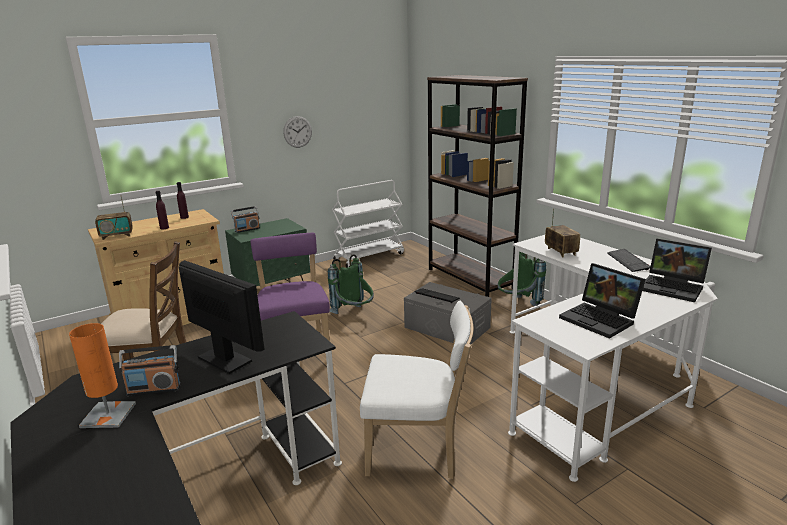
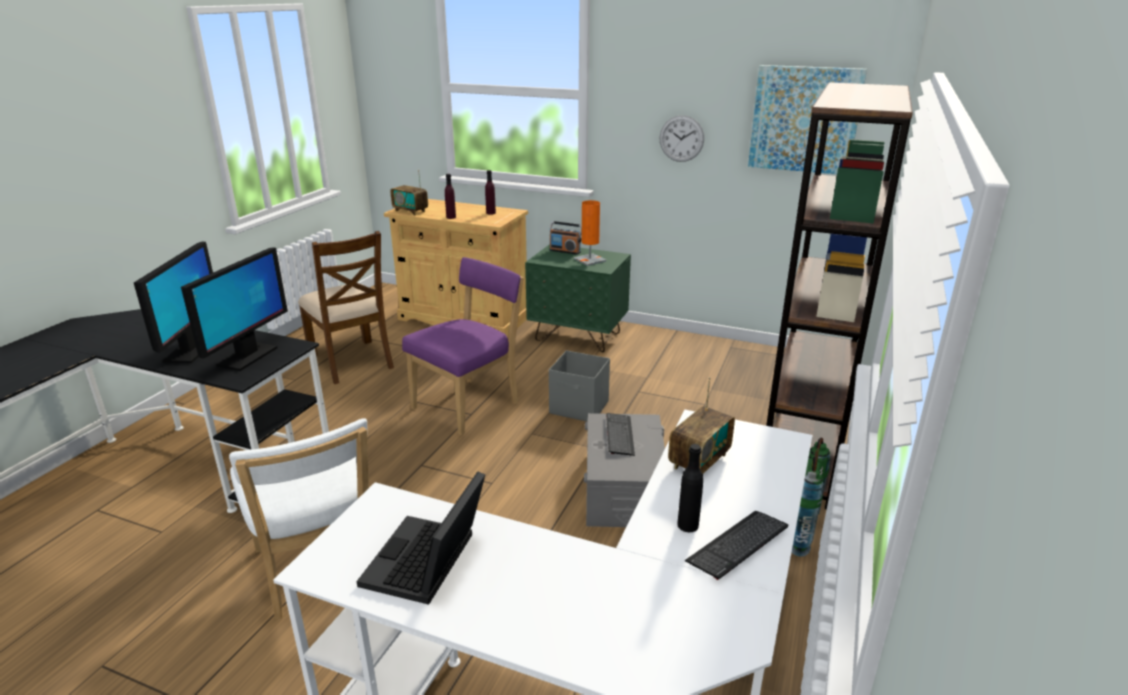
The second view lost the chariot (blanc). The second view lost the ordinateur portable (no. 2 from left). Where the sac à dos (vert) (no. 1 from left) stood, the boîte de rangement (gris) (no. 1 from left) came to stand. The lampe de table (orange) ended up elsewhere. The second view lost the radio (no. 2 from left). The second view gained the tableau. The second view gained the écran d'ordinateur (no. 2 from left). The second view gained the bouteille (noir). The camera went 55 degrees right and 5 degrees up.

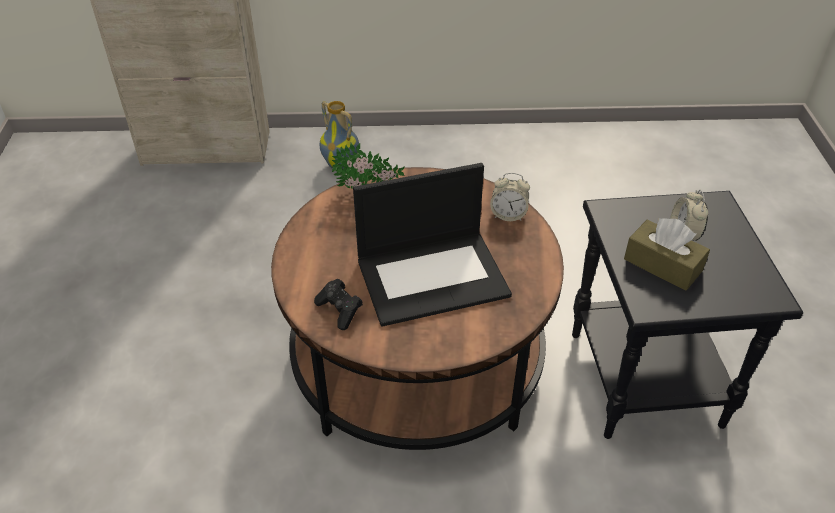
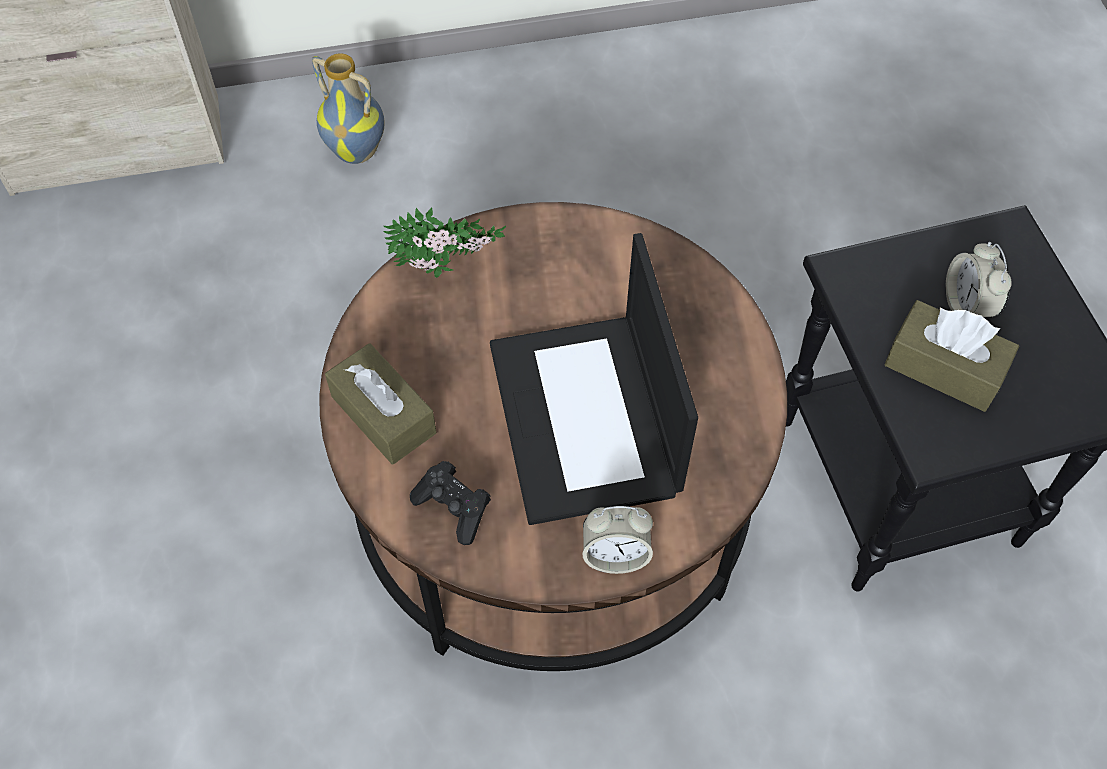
The ordinateur portable ended up facing another way, 105 degrees clockwise from before. The réveil (no. 1 from left) ended up elsewhere. The second view gained the boîte à mouchoirs (marron) (no. 1 from left). The camera went 10 degrees left and 15 degrees up.

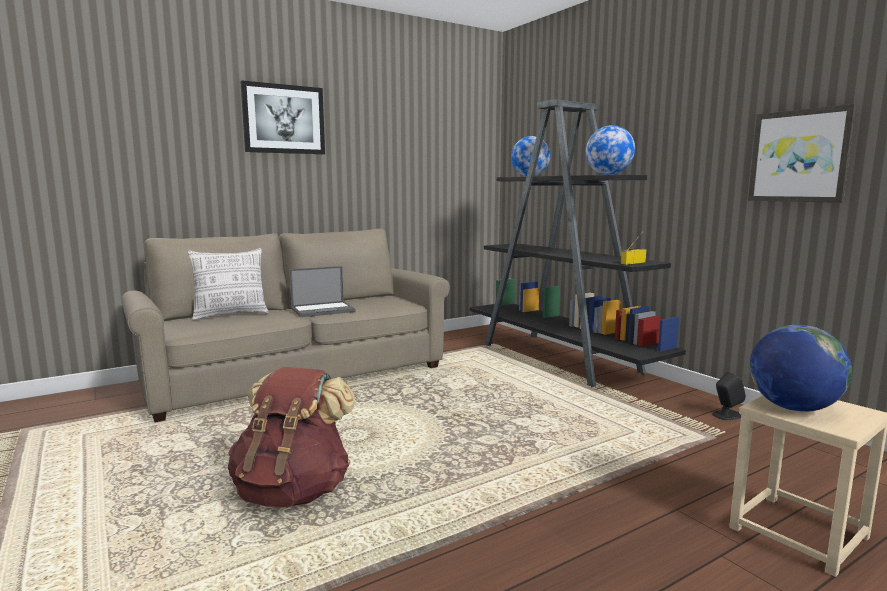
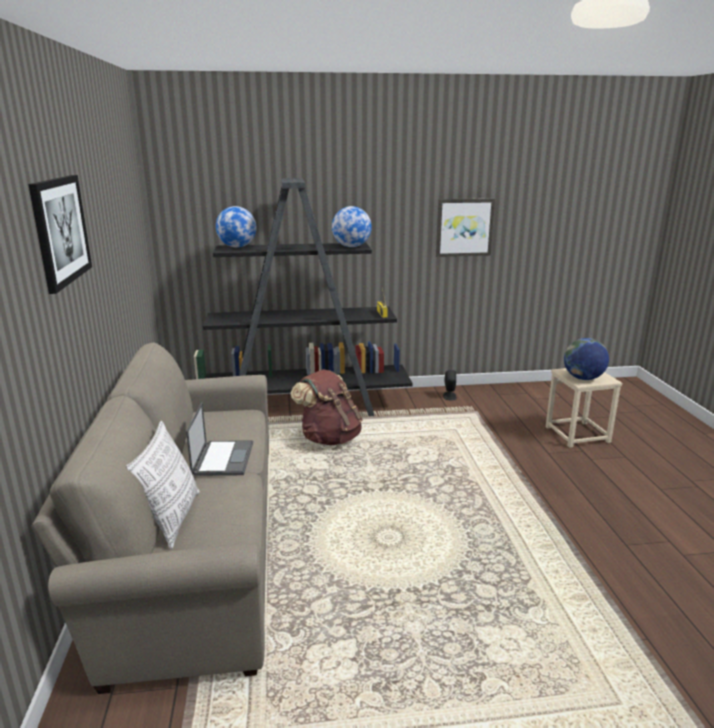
The sac à dos (marron) ended up elsewhere. The camera went 65 degrees left and 10 degrees up.

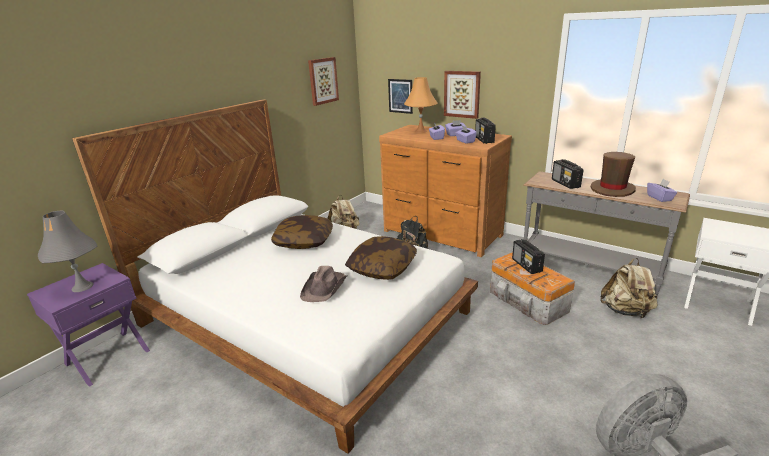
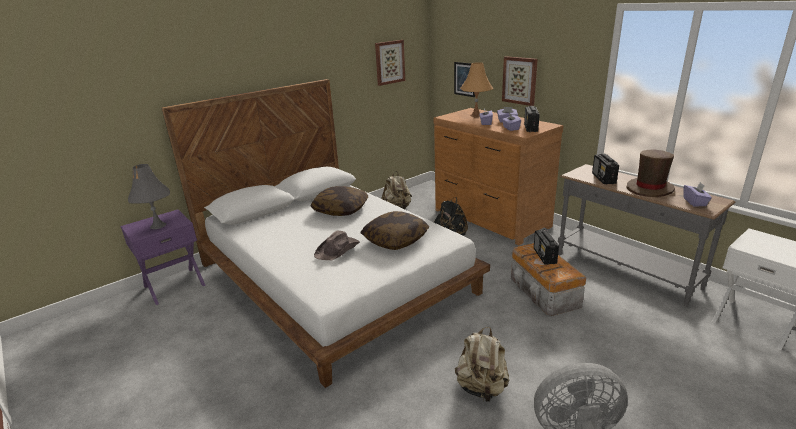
The sac à dos (beige) (no. 2 from left) ended up elsewhere. The camera went 15 degrees right and 0 degrees up.

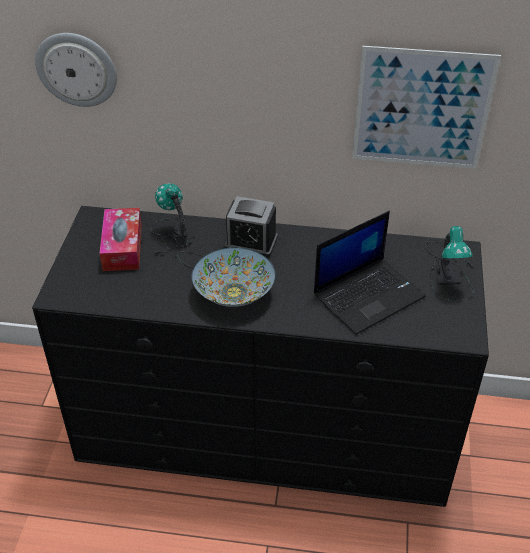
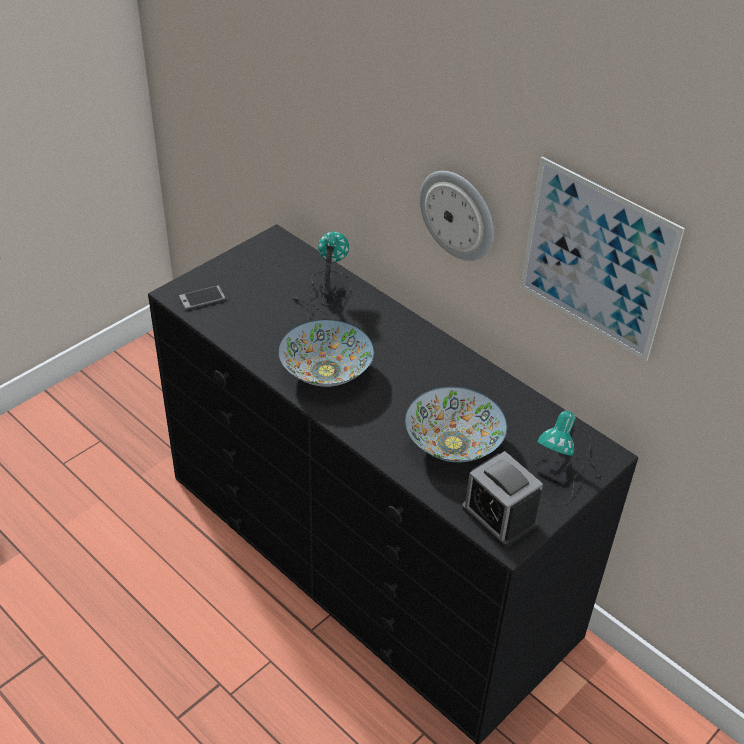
The horloge murale ended up elsewhere. The réveil ended up elsewhere. The second view lost the boîte à mouchoirs. Where the ordinateur portable stood, the bol (no. 2 from left) came to stand. The second view gained the téléphone. The camera went 35 degrees right and 0 degrees up.

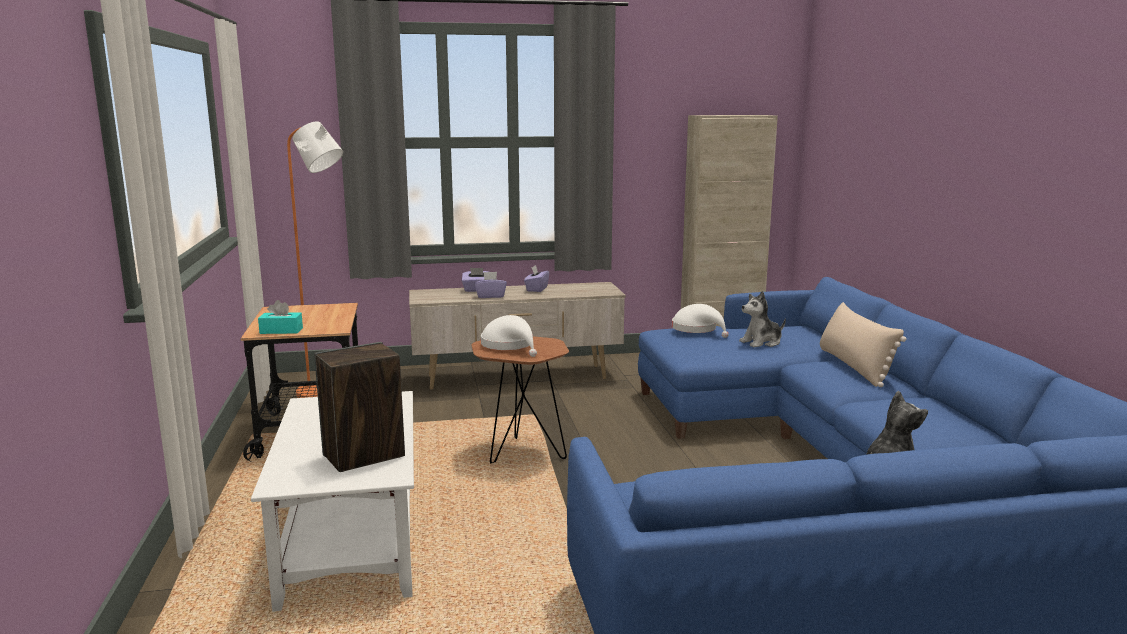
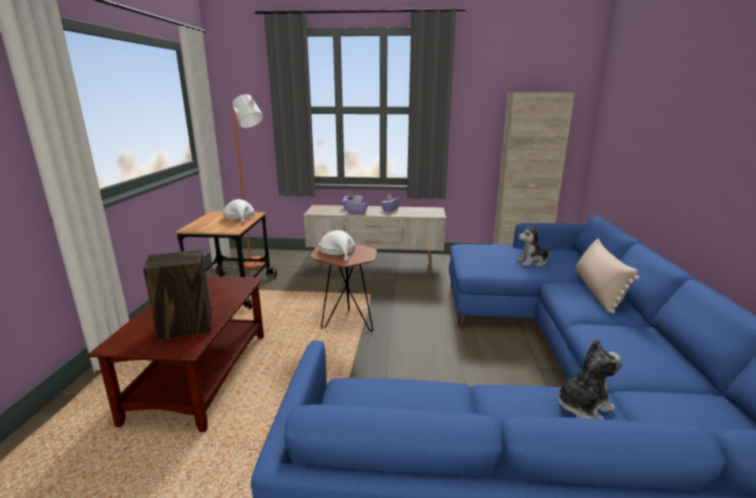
The second view lost the boîte à mouchoirs (turquoise). The chapeau (blanc) (no. 2 from left in the first image) ended up elsewhere. What was the table basse (blanc) turned into the table basse (marron). The camera went 15 degrees right and 5 degrees up.

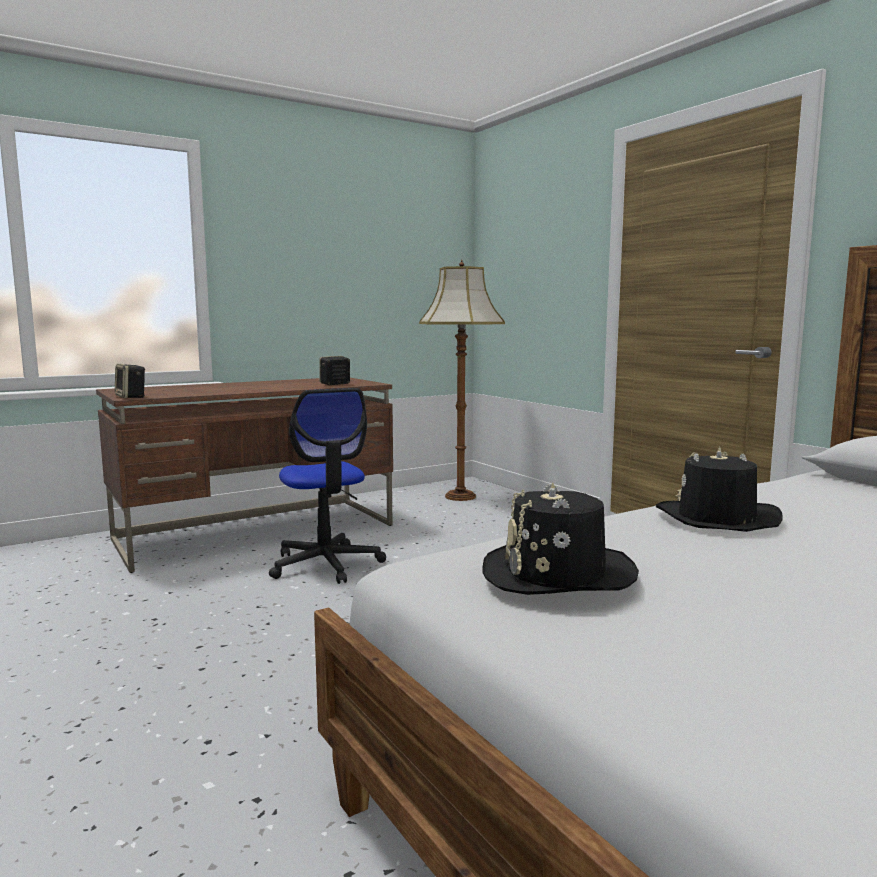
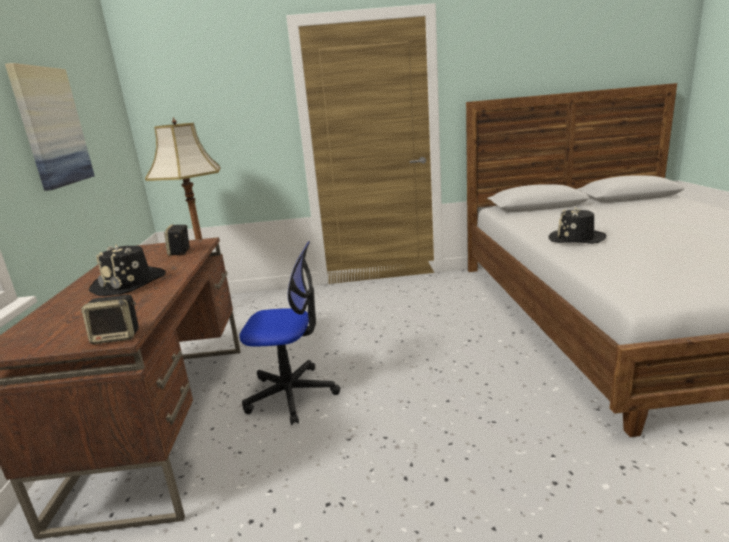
The chapeau (noir) (no. 1 from left) ended up elsewhere. The second view gained the tableau. The camera went 60 degrees left and 10 degrees up.

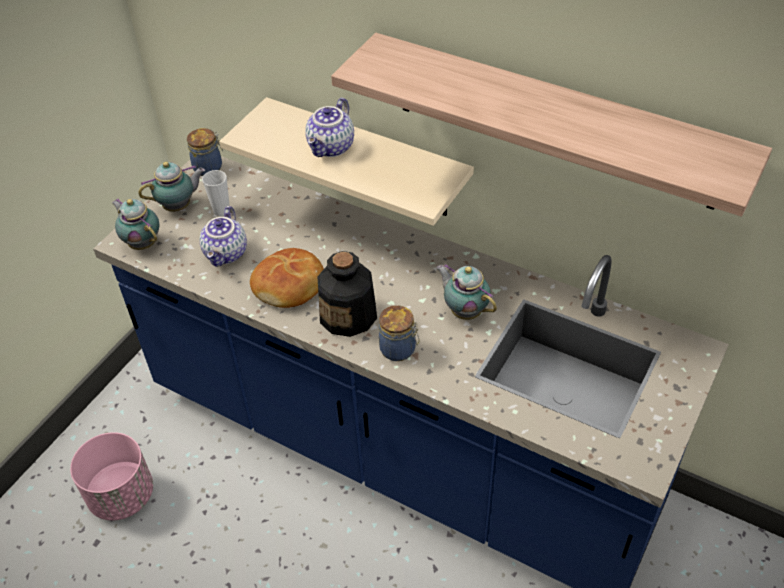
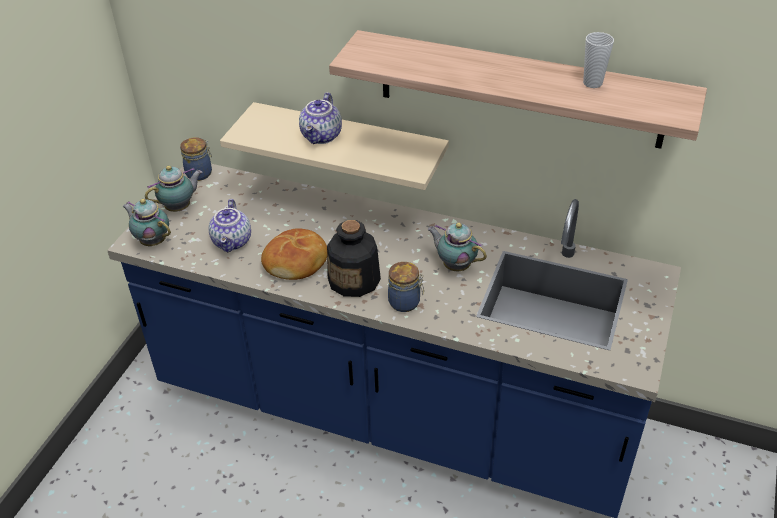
The tasse ended up elsewhere. The second view lost the cache-pot (rose). The camera went 10 degrees left and 5 degrees down.

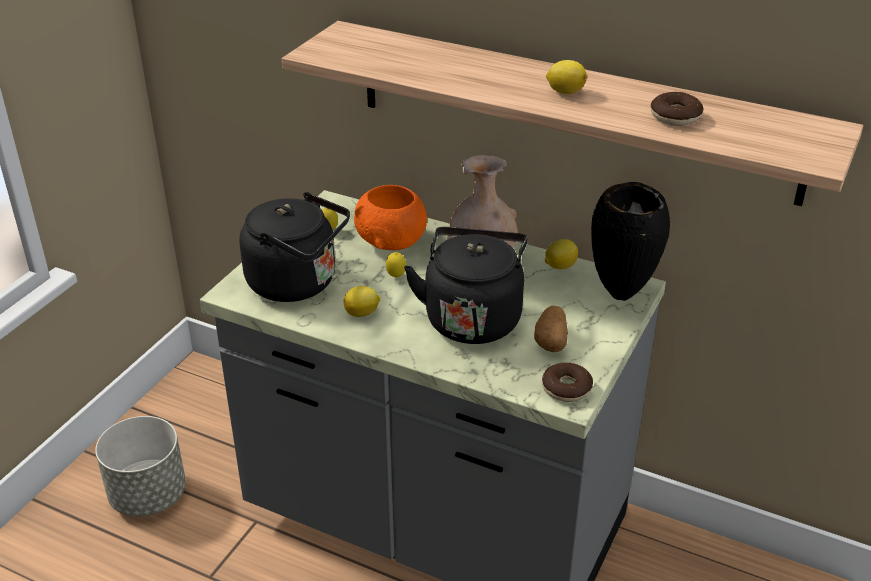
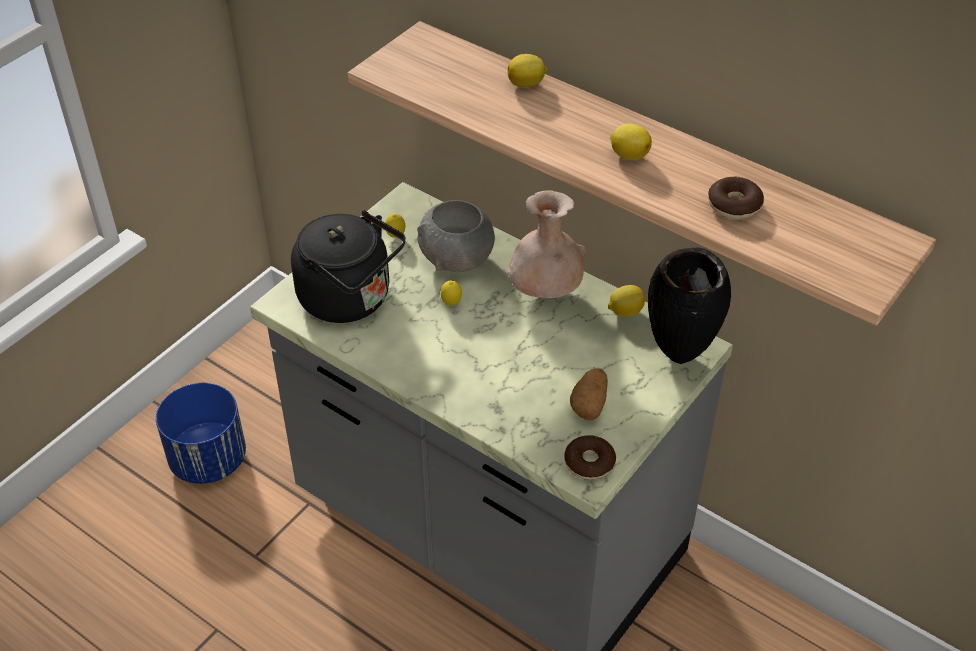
What was the bol (orange) turned into the bol (gris). The second view lost the bouilloire (noir) (no. 2 from left). The citron (no. 2 from left in the first image) ended up elsewhere. What was the cache-pot (gris) turned into the cache-pot (bleu). The camera went 10 degrees right and 10 degrees up.

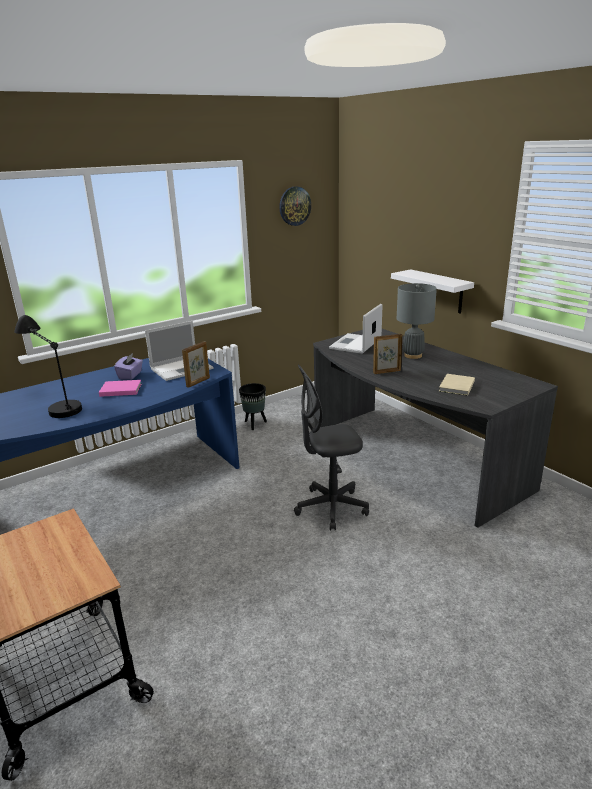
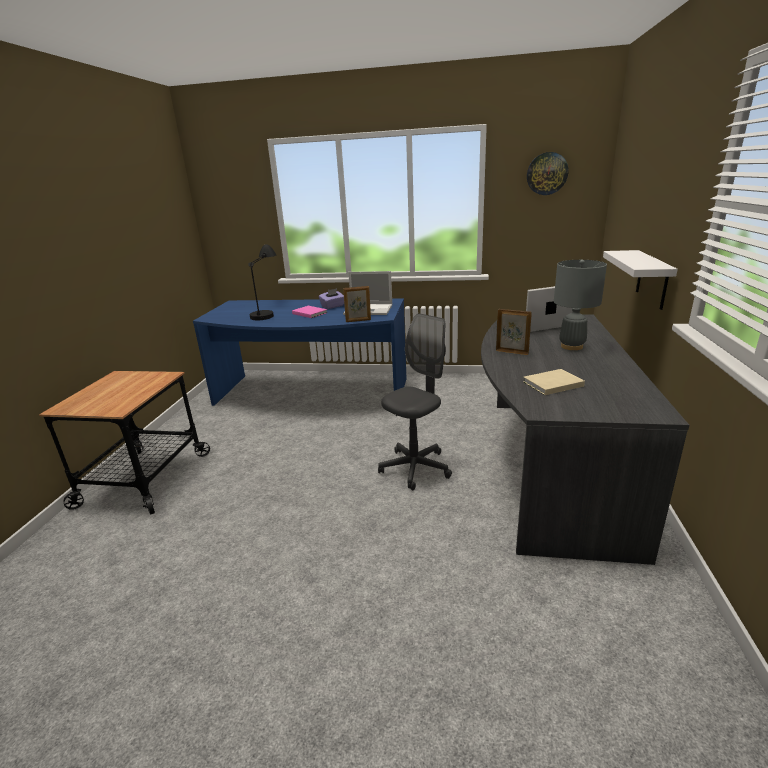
The chaise de bureau (gris) ended up facing another way, 105 degrees clockwise from before. The second view lost the cache-pot (noir). The camera went 45 degrees right and 0 degrees up.

